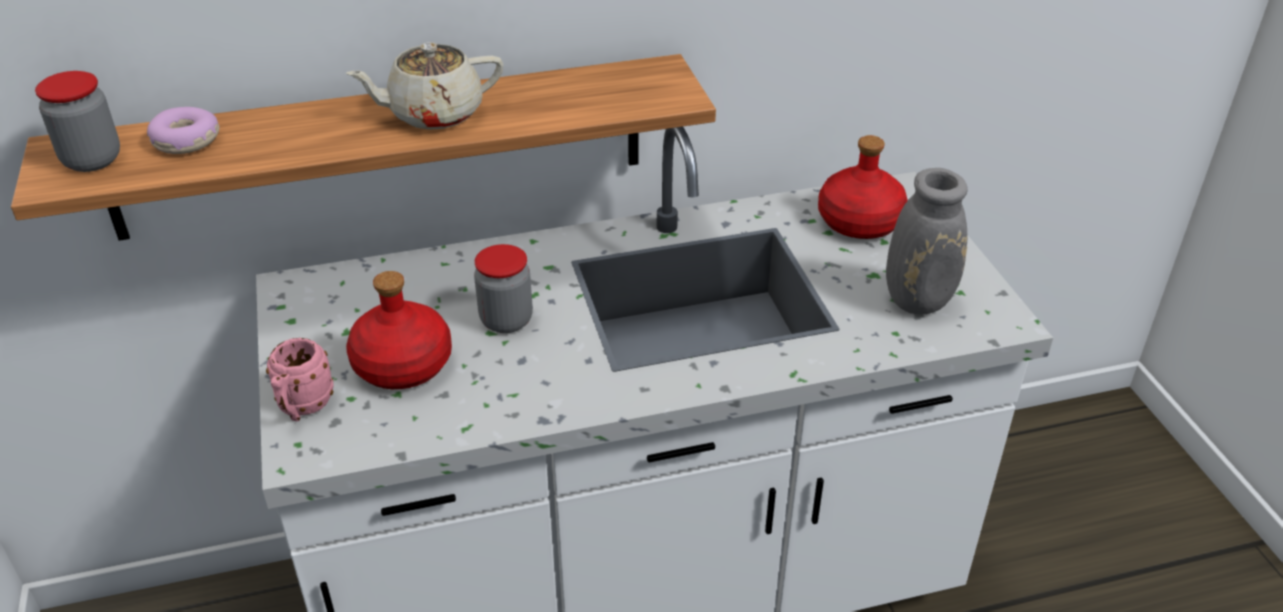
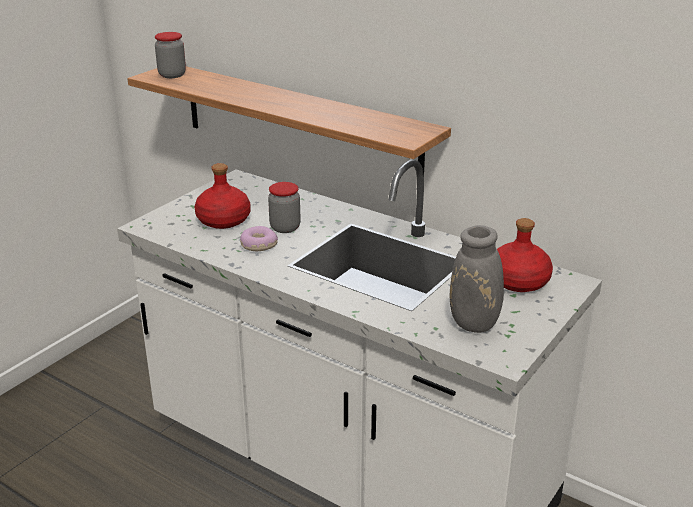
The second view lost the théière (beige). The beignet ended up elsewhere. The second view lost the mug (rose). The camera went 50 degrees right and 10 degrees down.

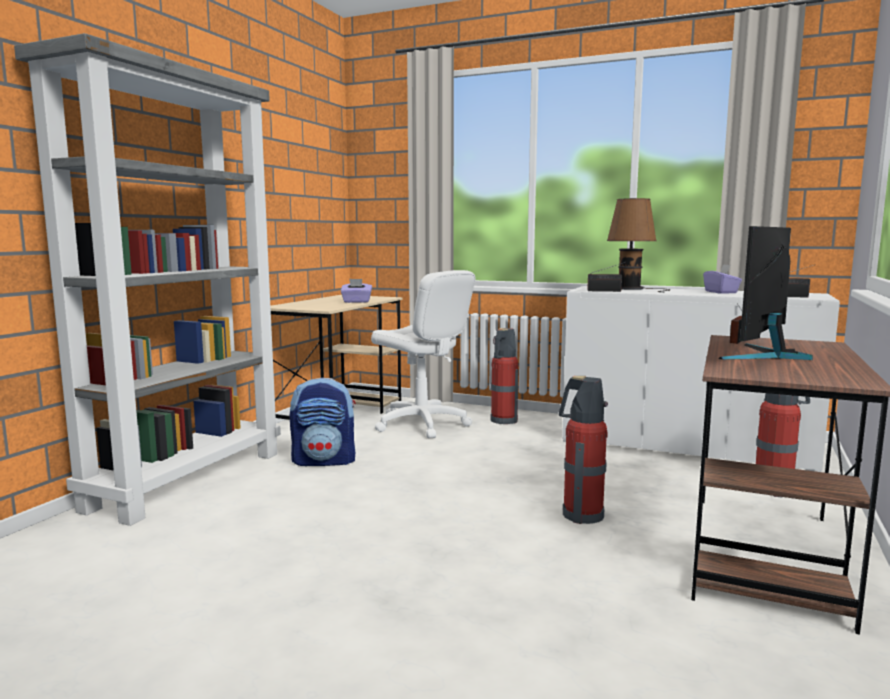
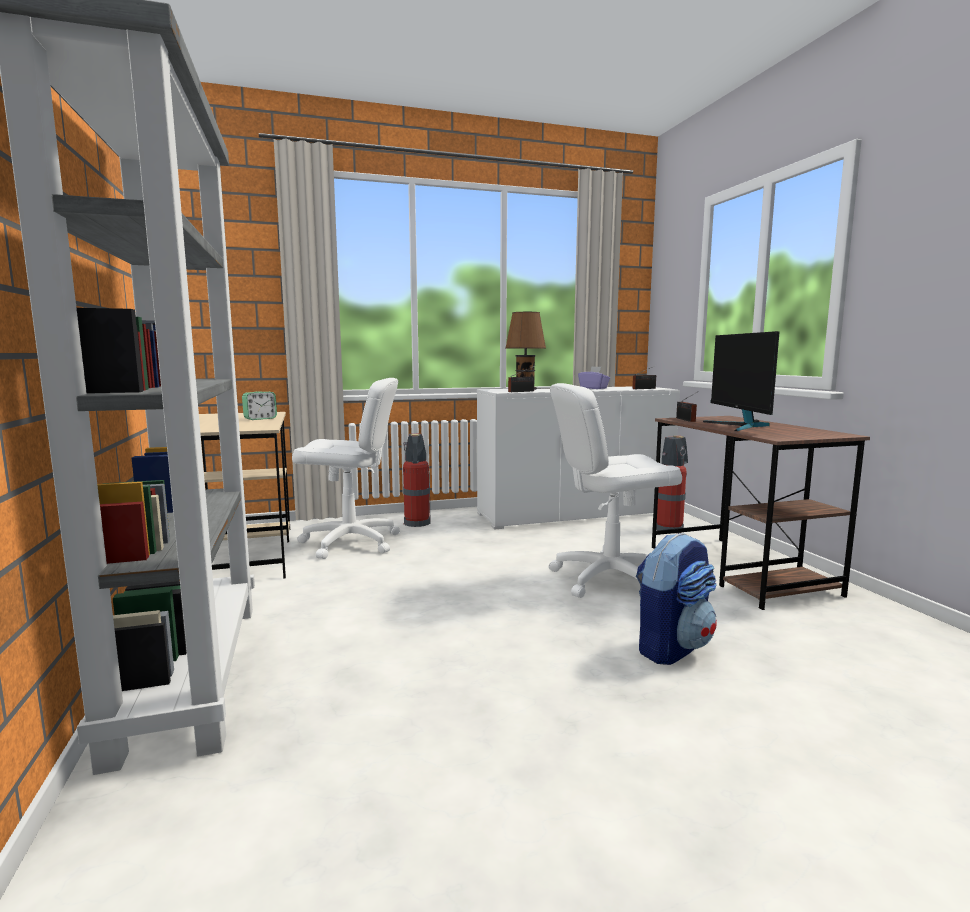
Where the boîte à mouchoirs (violet) (no. 1 from left) stood, the réveil came to stand. Where the extincteur (no. 2 from left) stood, the chaise de bureau (blanc) (no. 2 from left) came to stand. The sac à dos ended up elsewhere. The camera went 40 degrees left and 0 degrees up.

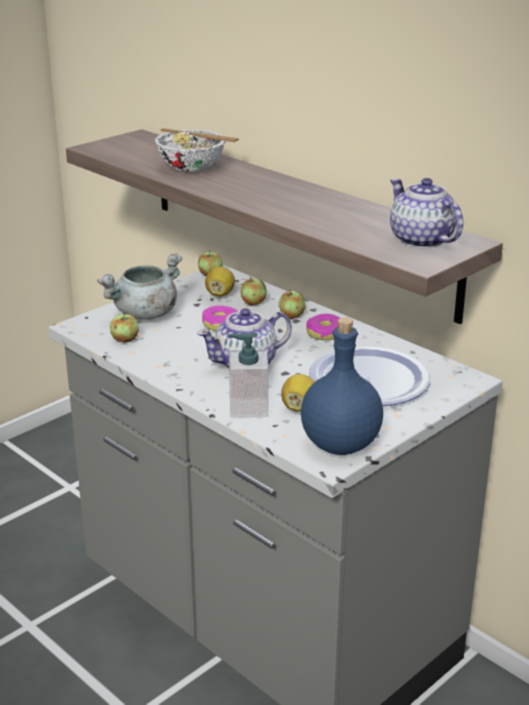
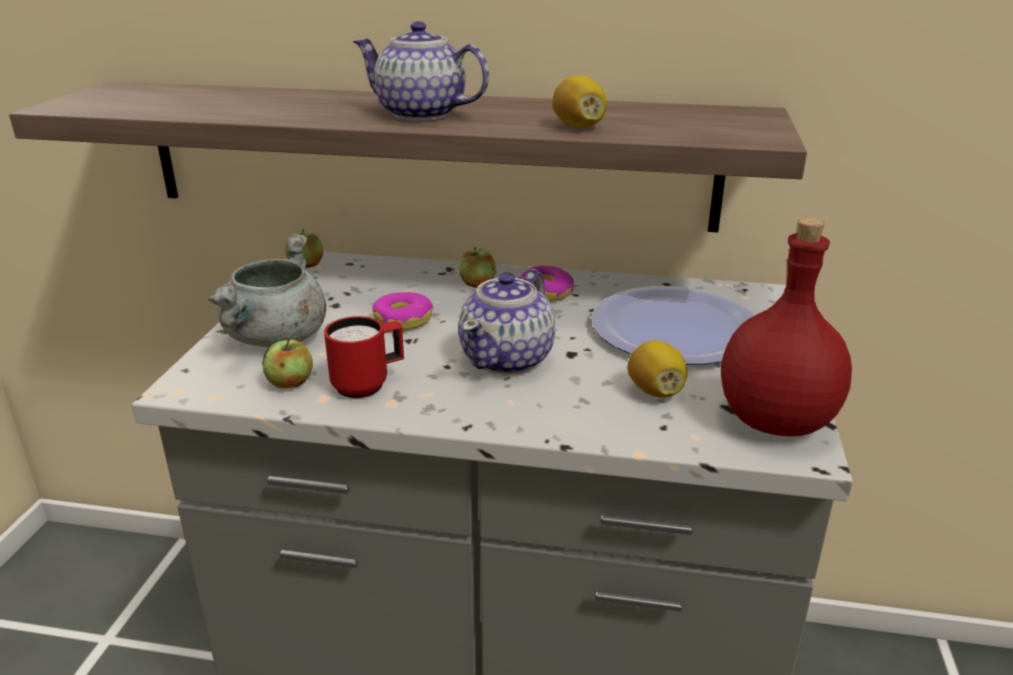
The second view lost the bol. The théière (no. 2 from left in the first image) ended up elsewhere. The citron (no. 1 from left) ended up elsewhere. The second view lost the pomme (no. 3 from left). What was the bouteille (bleu) turned into the bouteille (rouge). The second view lost the distributeur de savon. The second view gained the mug (rouge). The camera went 35 degrees left and 0 degrees up.

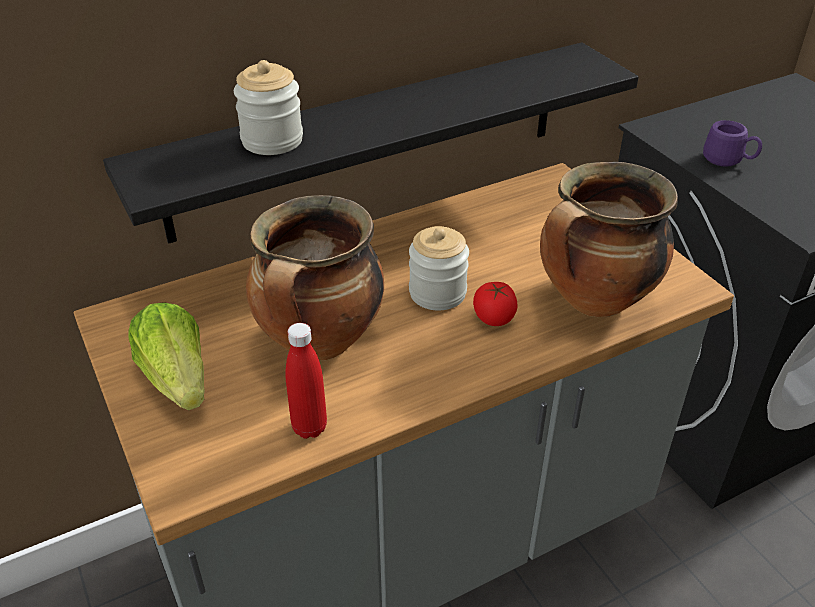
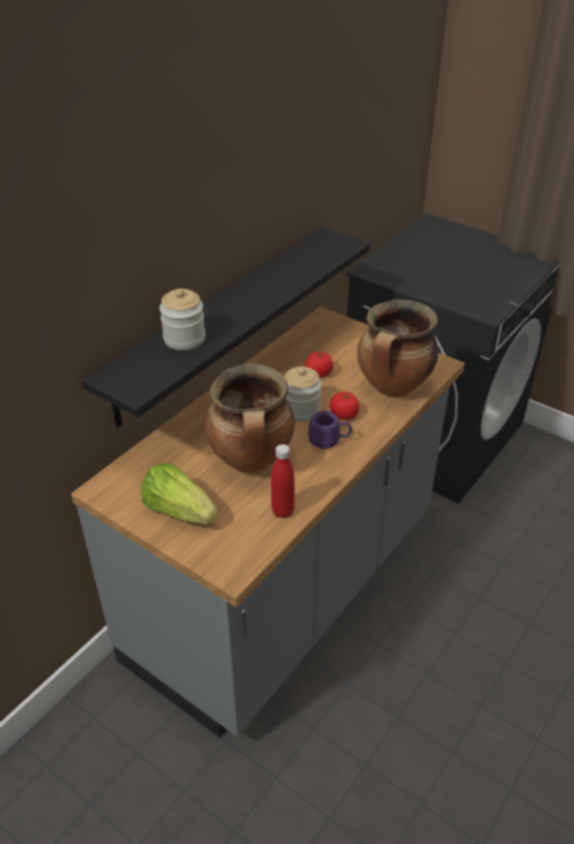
The mug (violet) ended up elsewhere. The second view gained the tomate (no. 1 from left). The camera went 25 degrees left and 0 degrees up.

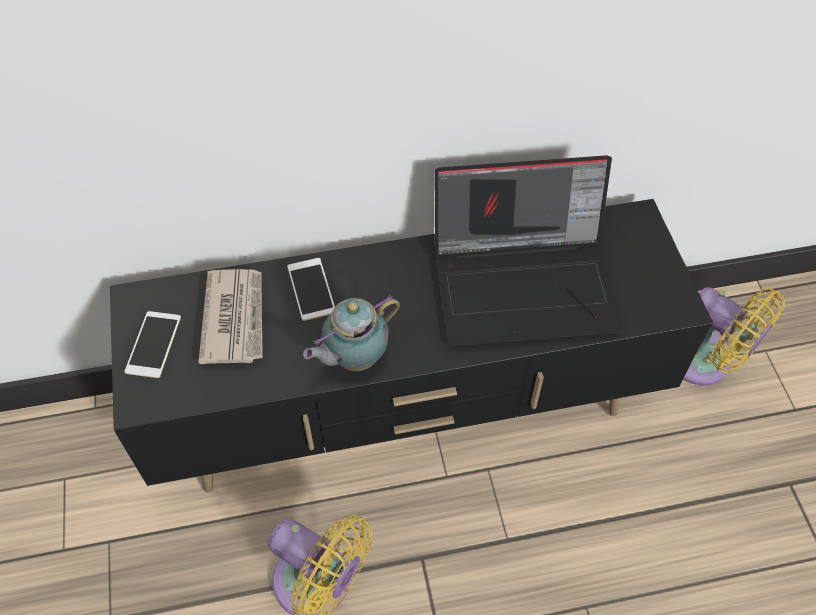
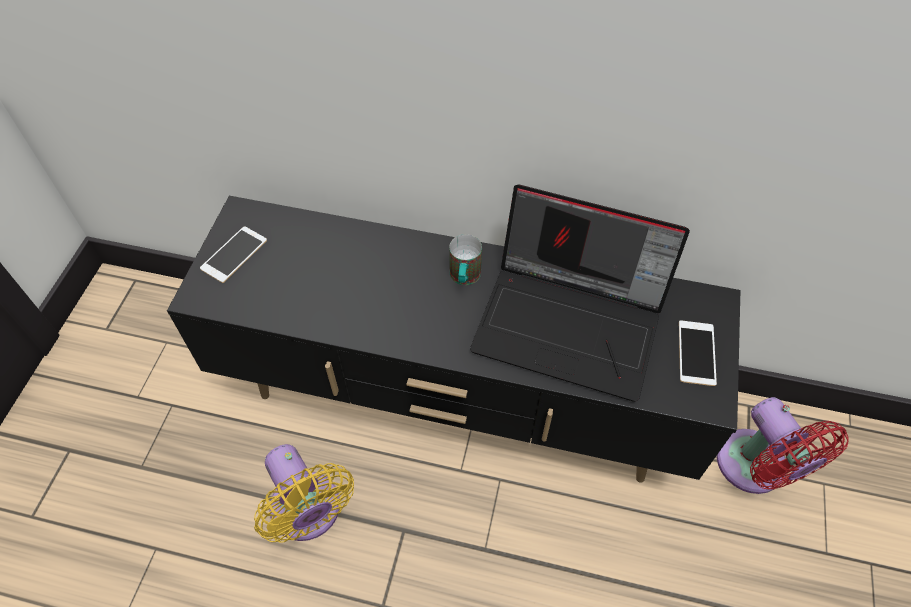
The téléphone (no. 2 from left) ended up elsewhere. The second view lost the journal. What was the ventilateur (jaune) (no. 2 from left) turned into the ventilateur (rouge). The second view lost the théière. The second view gained the mug. The camera went 25 degrees right and 0 degrees up.

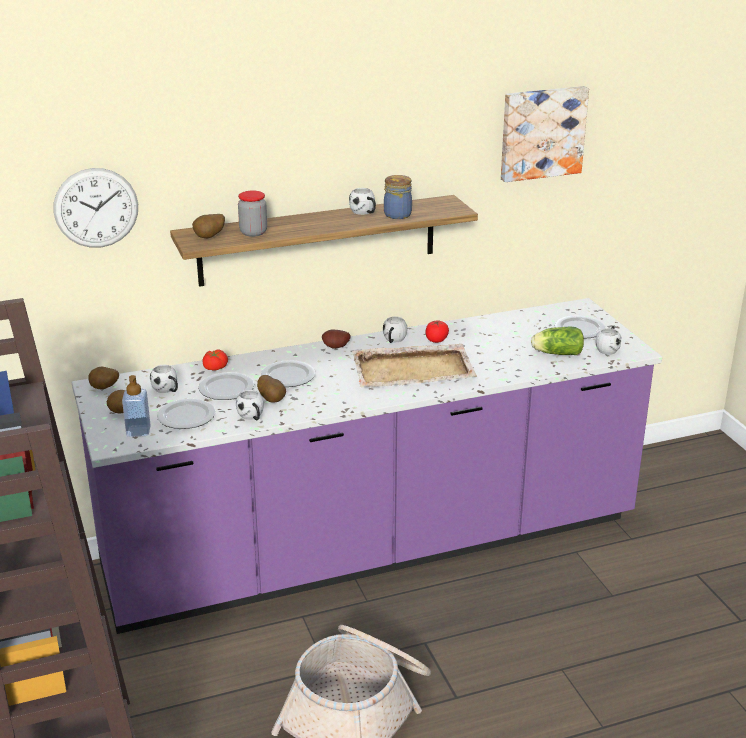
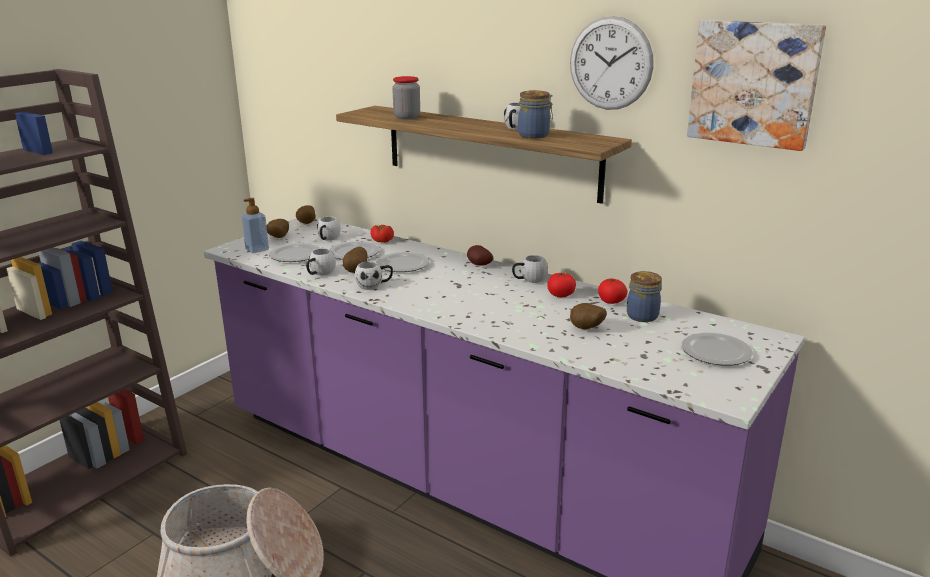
The horloge murale ended up elsewhere. The pomme de terre (no. 3 from left in the first image) ended up elsewhere. The second view lost the laitue. The mug (blanc) (no. 5 from left in the first image) ended up elsewhere. The second view lost the plateau (beige). The second view gained the bocal (no. 3 from left). The second view gained the tomate (no. 3 from left). The camera went 55 degrees right and 5 degrees down.

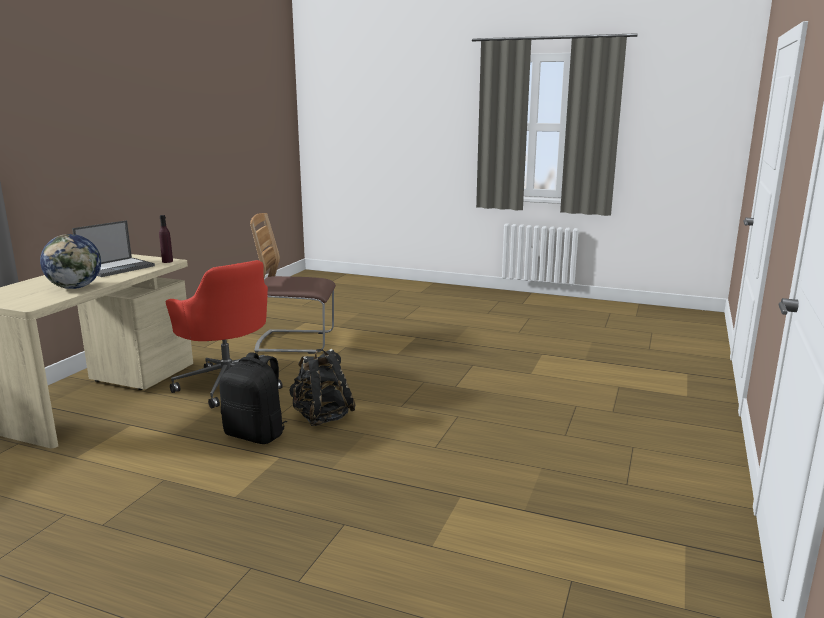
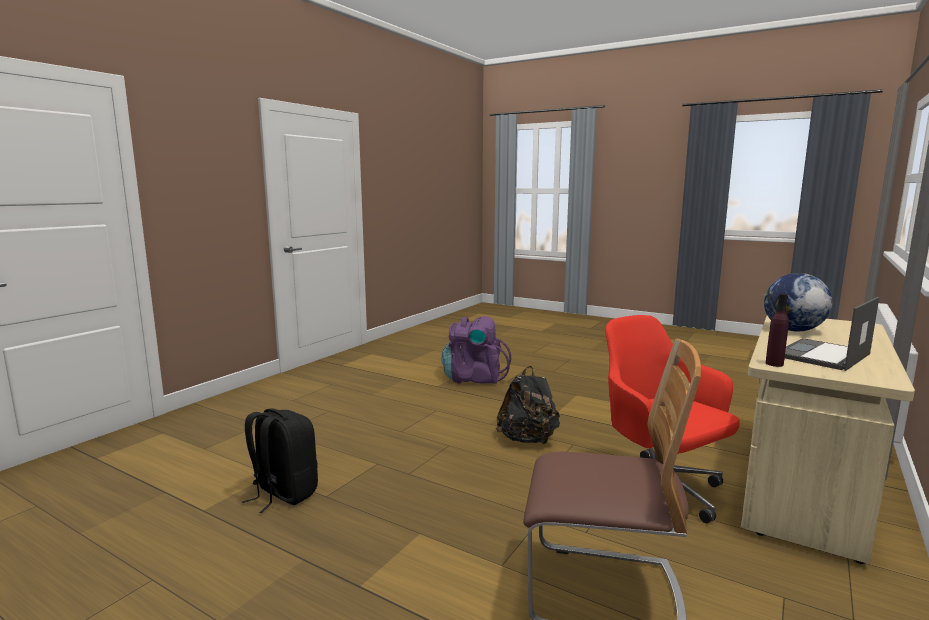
The sac à dos (noir) (no. 1 from left) ended up elsewhere. The second view gained the sac à dos (violet). The camera went 170 degrees left and 5 degrees down.

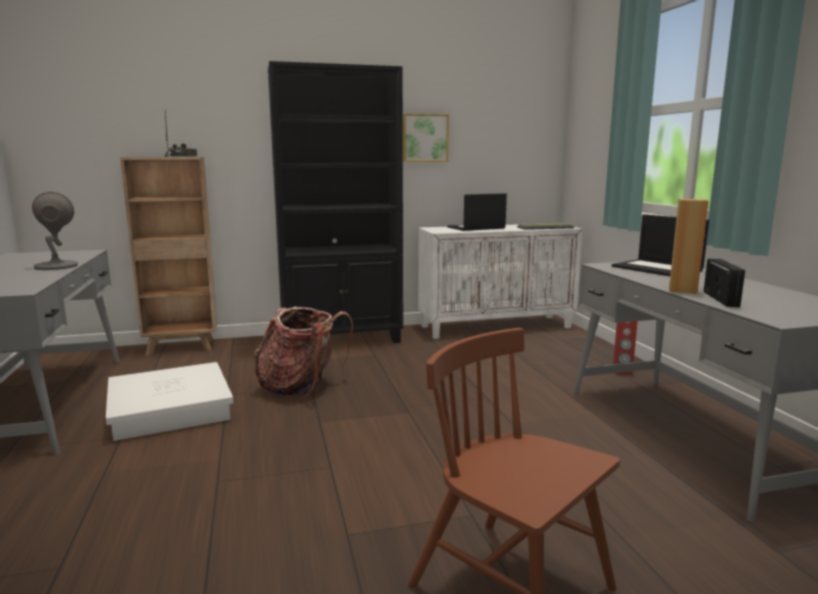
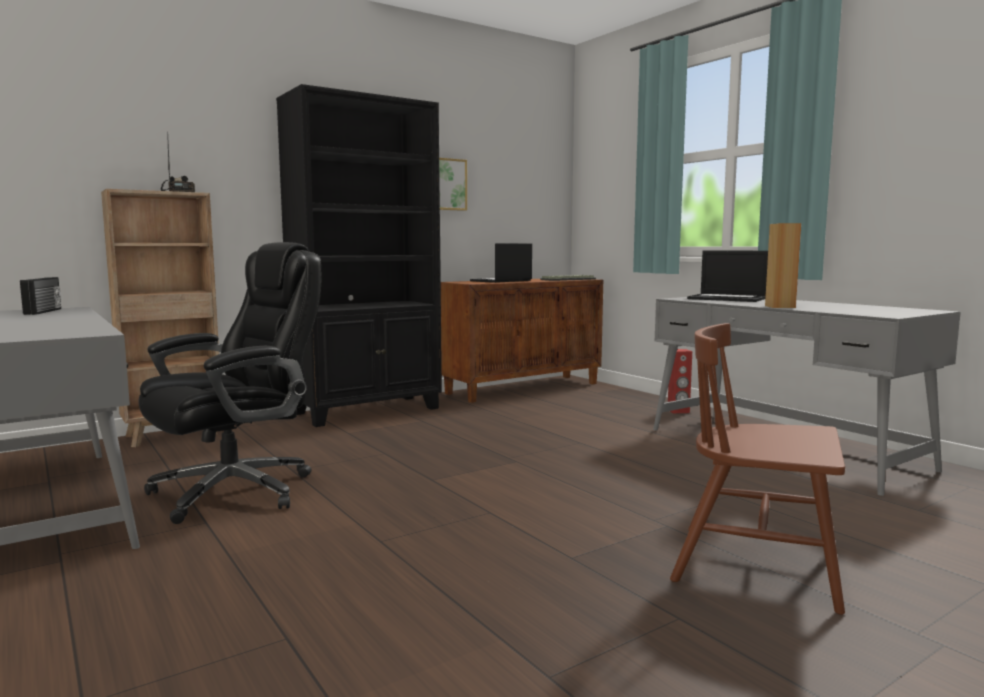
The second view lost the lampe de table (gris). What was the meuble de rangement (blanc) turned into the meuble de rangement (marron). The radio (no. 2 from left in the first image) ended up elsewhere. The second view lost the sac à dos. Where the boîte de rangement (blanc) stood, the chaise de bureau (noir) came to stand. The camera went 20 degrees left and 5 degrees down.

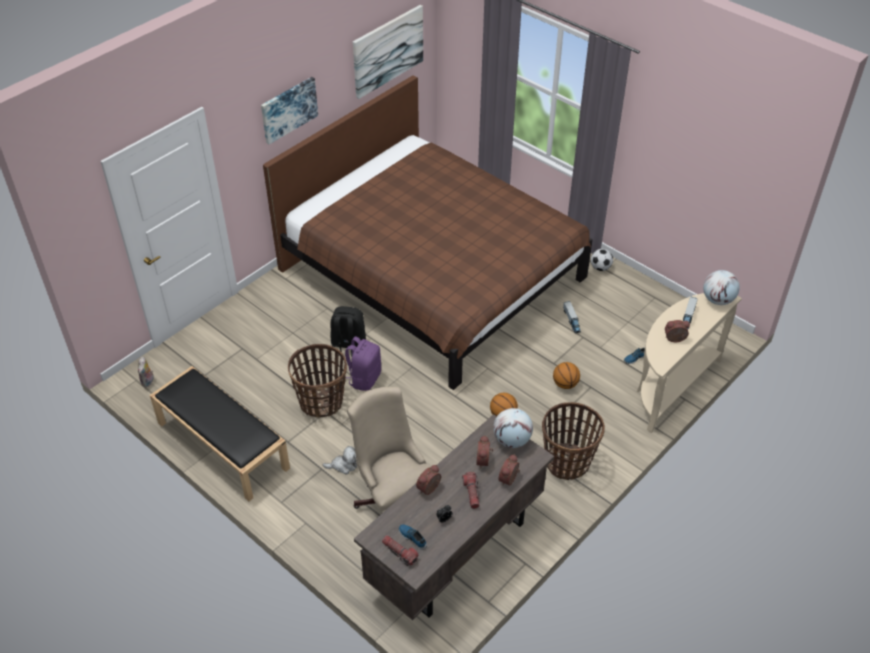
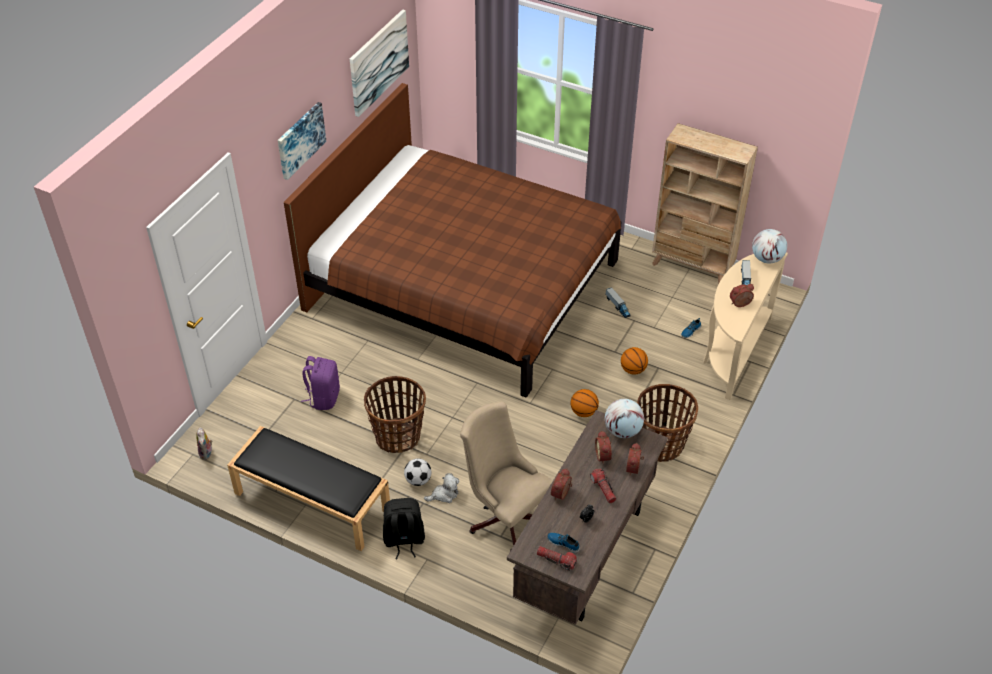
The ballon de foot ended up elsewhere. The sac à dos (noir) ended up elsewhere. The sac à dos (violet) ended up elsewhere. The second view gained the bibliothèque (beige). The camera went 15 degrees left and 0 degrees up.

